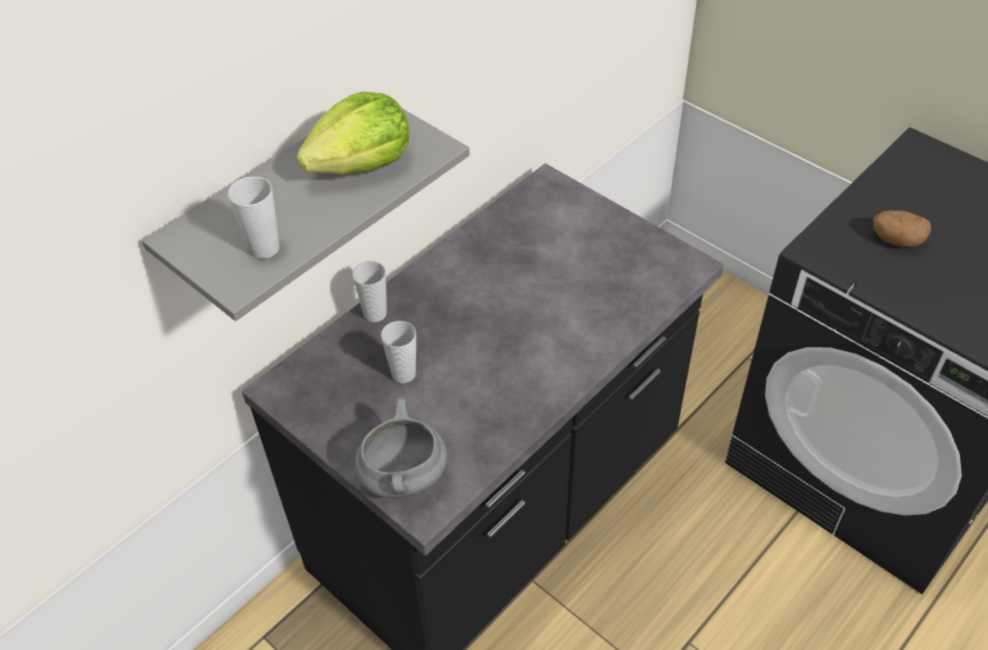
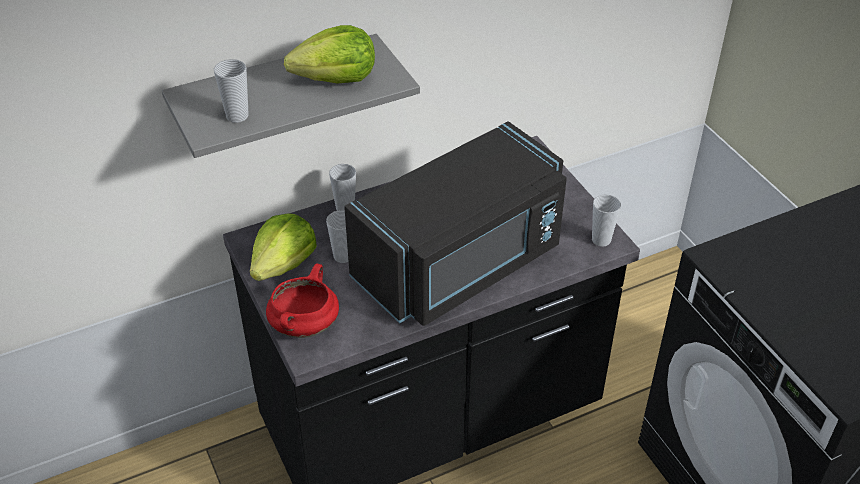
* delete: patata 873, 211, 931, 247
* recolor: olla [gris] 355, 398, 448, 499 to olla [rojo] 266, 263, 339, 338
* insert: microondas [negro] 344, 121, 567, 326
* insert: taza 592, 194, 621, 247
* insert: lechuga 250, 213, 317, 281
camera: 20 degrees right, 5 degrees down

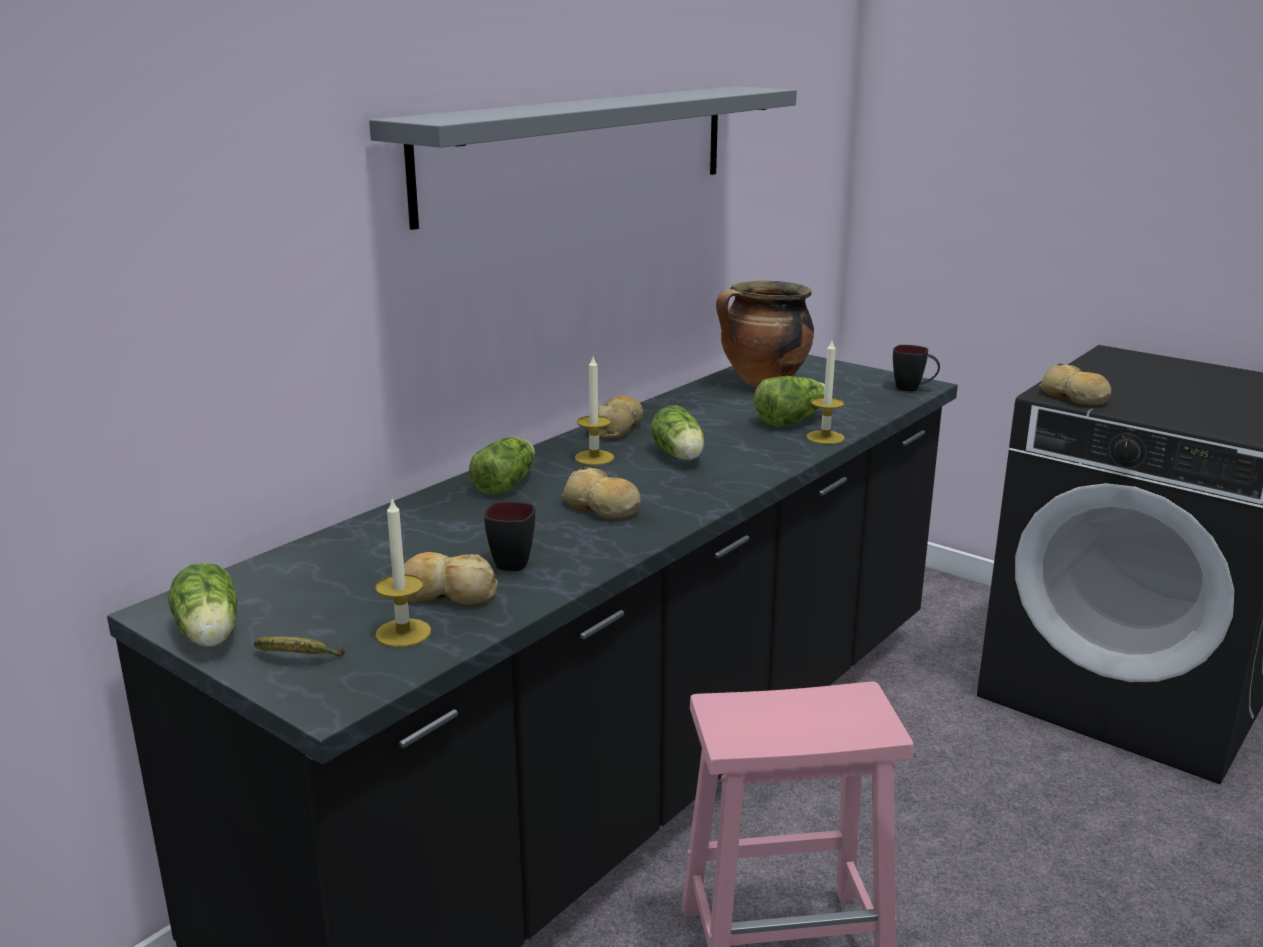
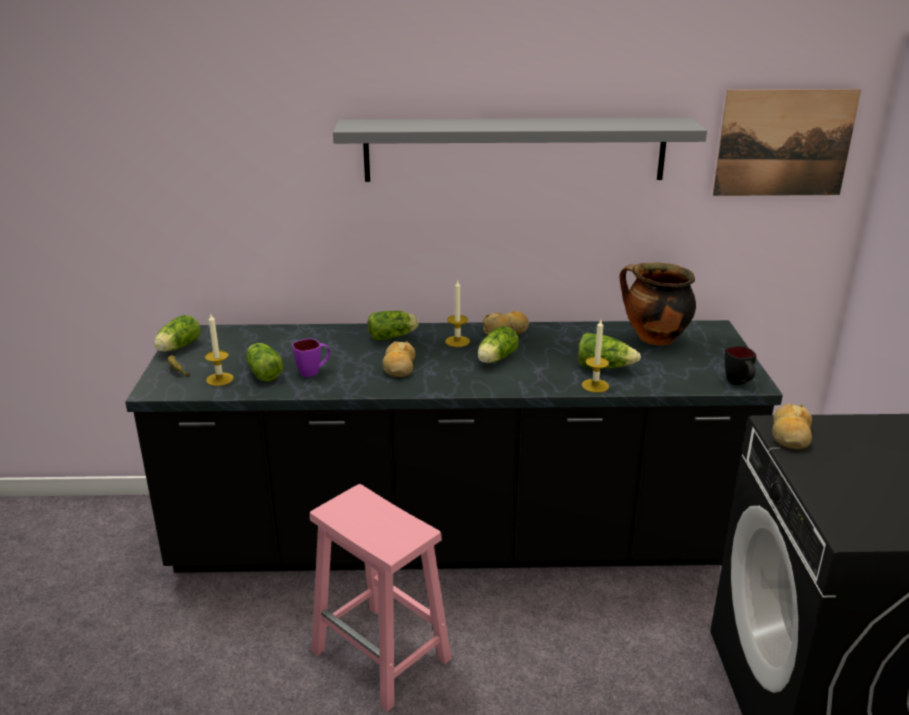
* recolor: taza grande [negro] 484, 501, 535, 571 to taza grande [morado] 292, 338, 330, 377
* replace: pan 404, 552, 498, 606 to lechuga 246, 343, 283, 381
* insert: cuadro 713, 89, 861, 196
camera: 50 degrees right, 5 degrees up

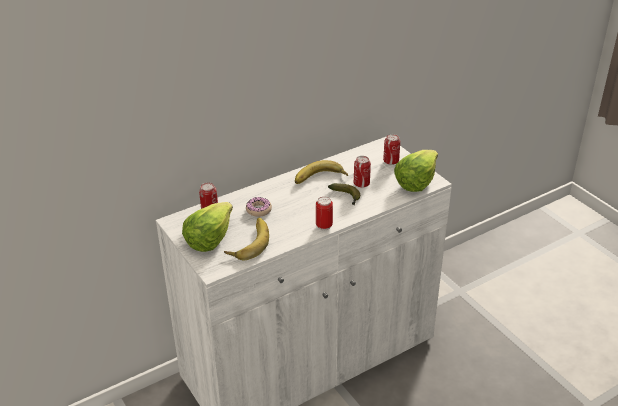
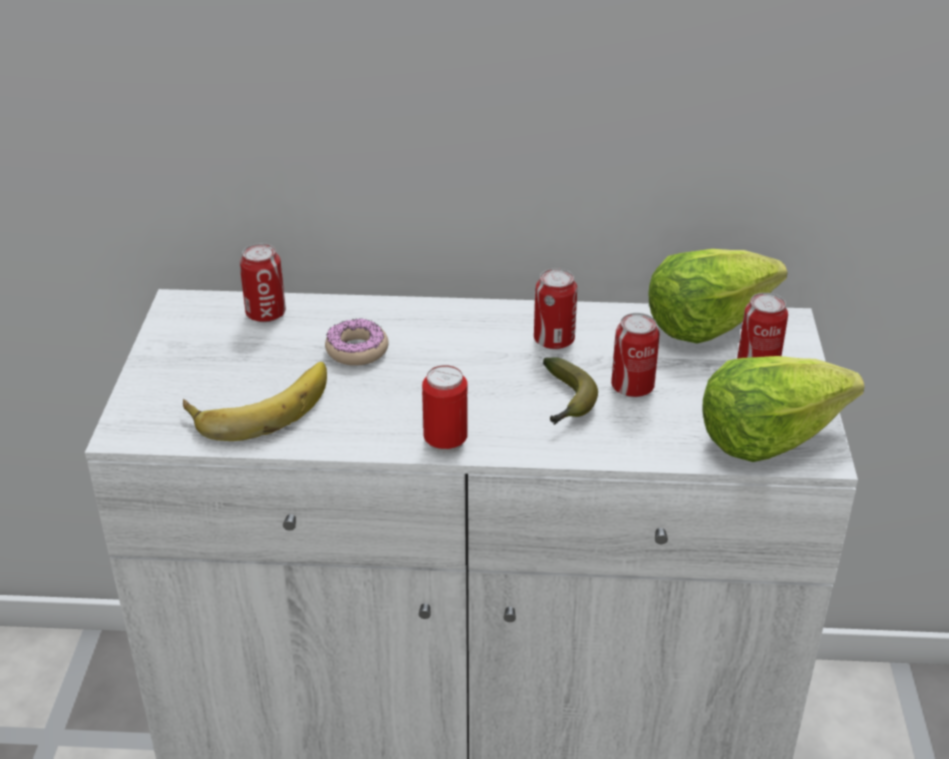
* replace: plátano 295, 160, 348, 184 to lata 534, 268, 577, 349
* move: lechuga 182, 202, 233, 252 to 649, 249, 787, 344
camera: 35 degrees right, 0 degrees up

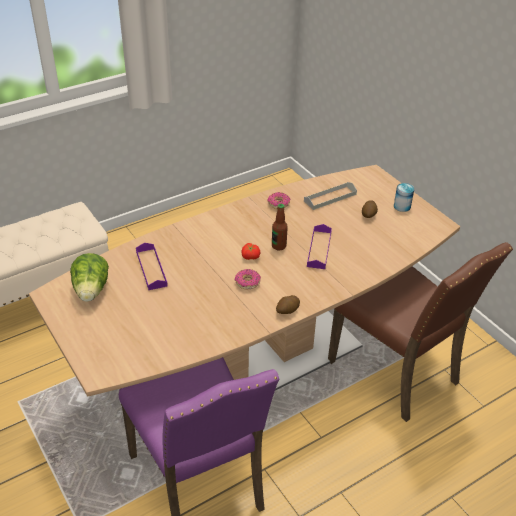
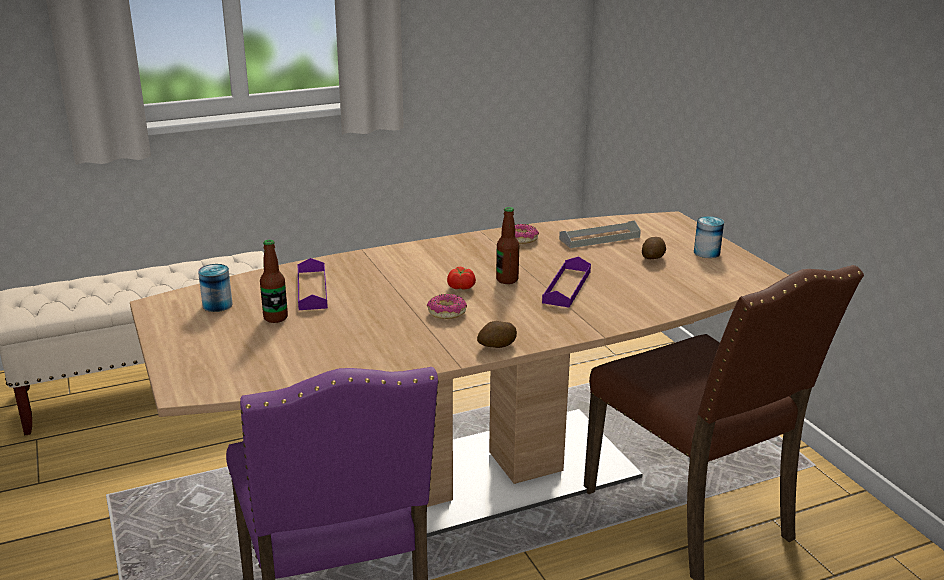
* replace: lechuga 70, 253, 109, 302 to lata 198, 264, 233, 312
* insert: botella 260, 240, 288, 323
camera: 10 degrees right, 15 degrees down

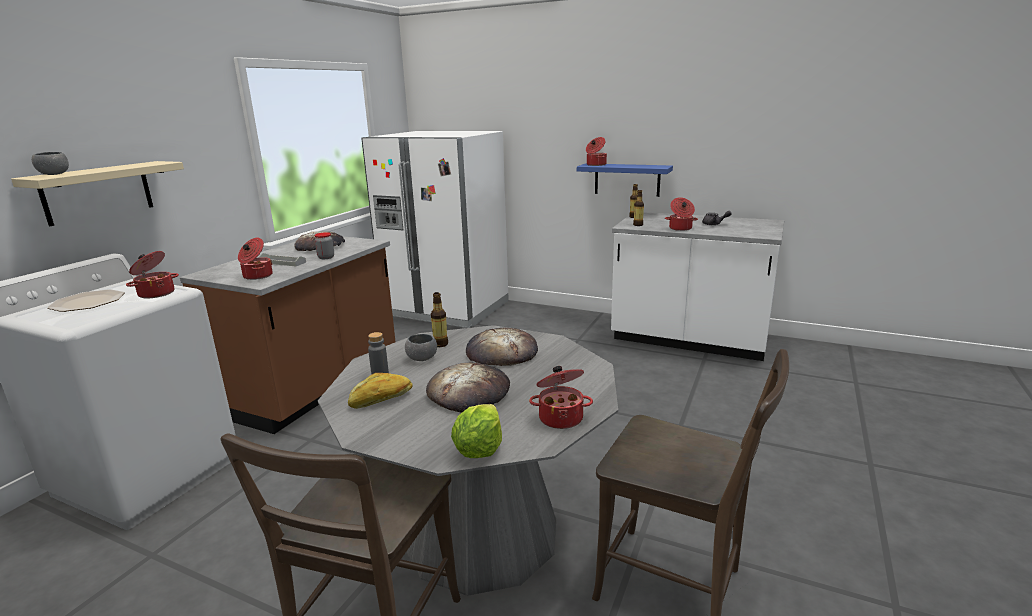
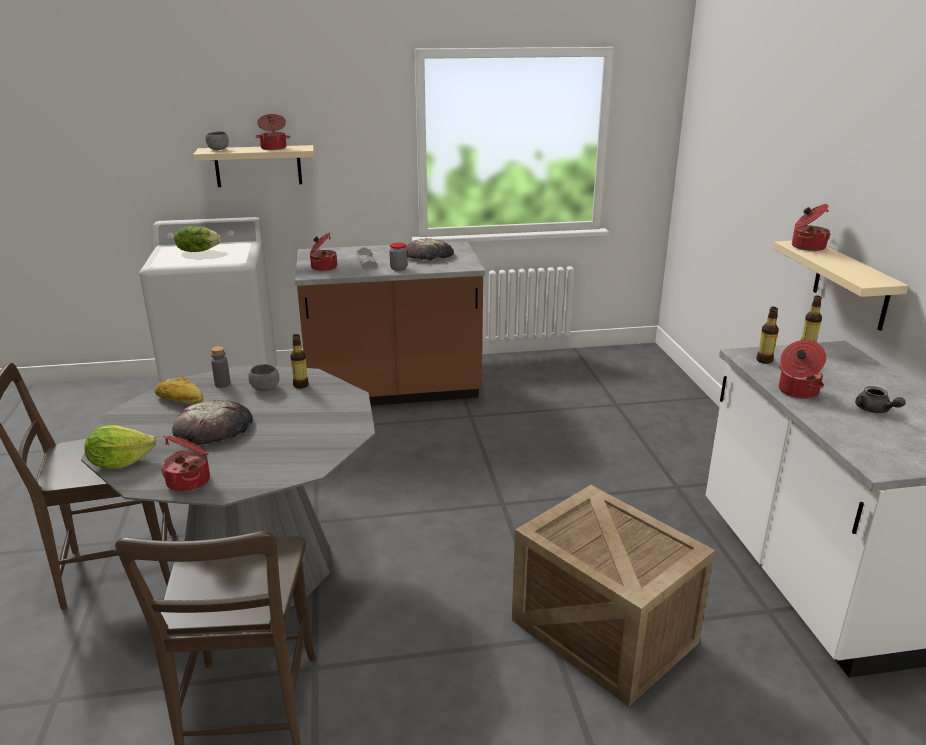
* delete: nevera [blanco] 361, 131, 509, 328
* recolor: estante [azul] 577, 163, 673, 197 to estante [beis] 773, 241, 908, 331
* move: olla 126, 251, 179, 298 to 255, 114, 290, 150
* replace: plato 47, 289, 125, 312 to lechuga 174, 226, 221, 252
* delete: pan 466, 328, 538, 366
* insert: caja de embalaje 512, 485, 715, 707
camera: 55 degrees right, 5 degrees up

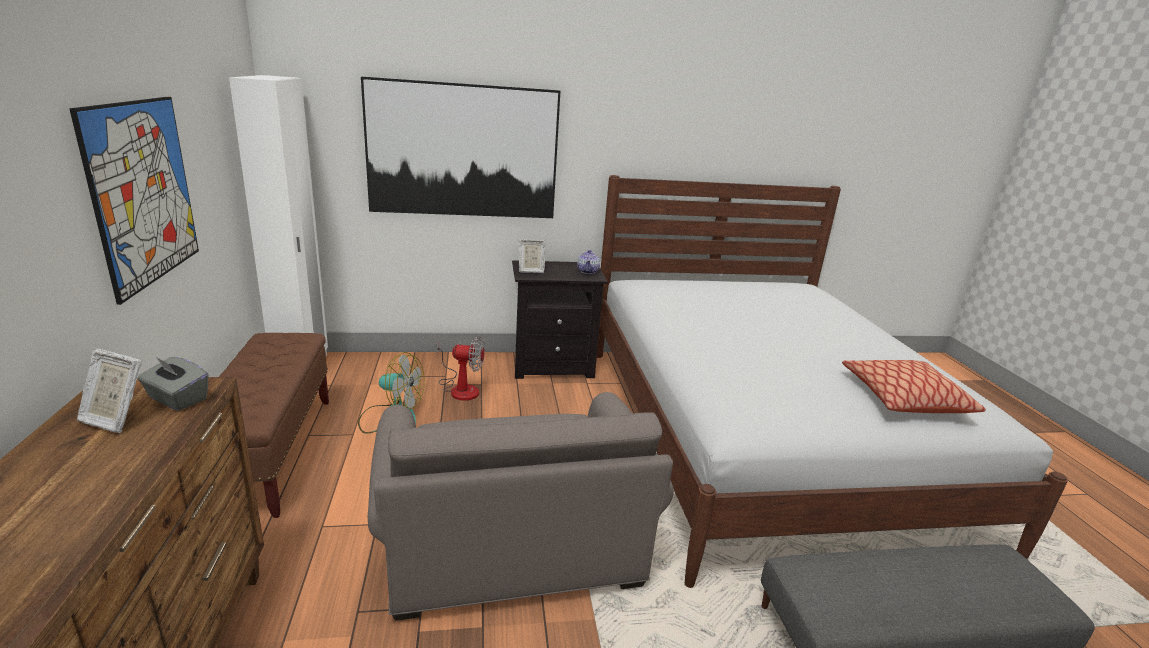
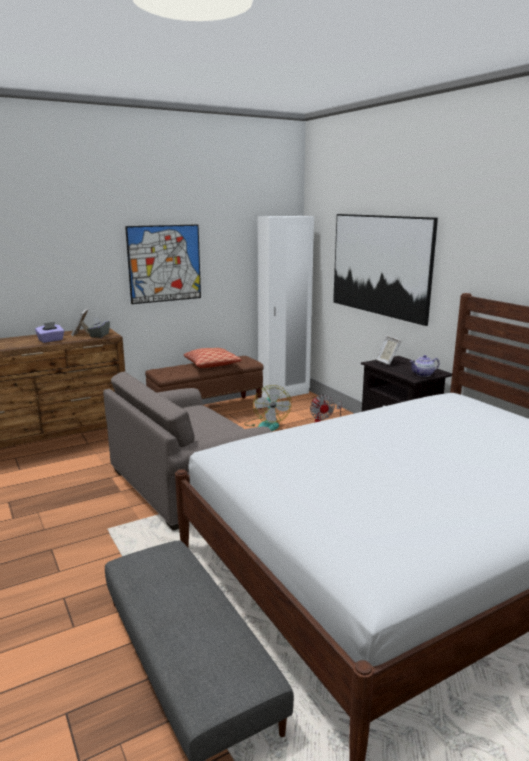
* move: cojín 842, 360, 986, 413 to 184, 348, 242, 368
* insert: caja de pañuelos [morado] 35, 322, 64, 343
camera: 70 degrees right, 5 degrees down

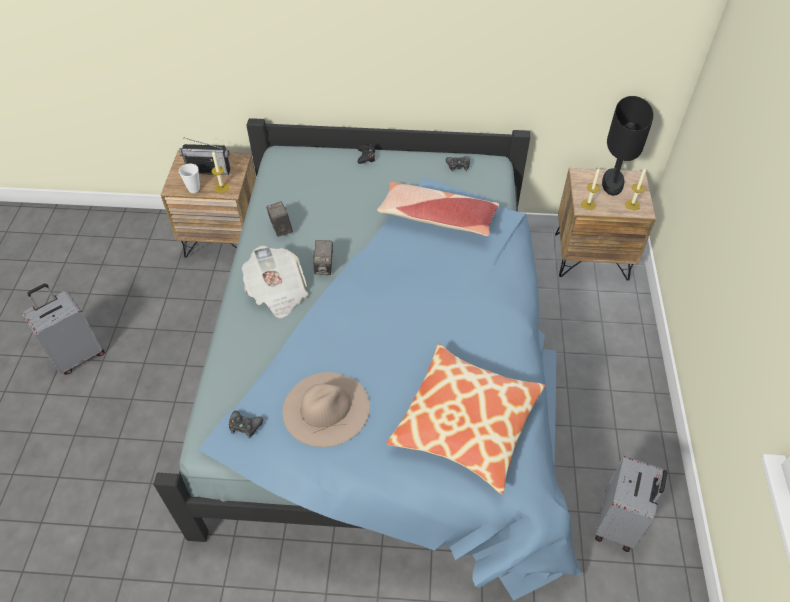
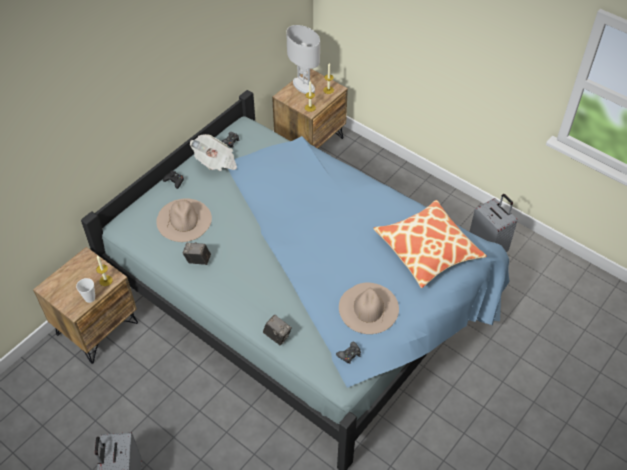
* recolor: lámpara de mesa [negro] 602, 96, 654, 196 to lámpara de mesa [blanco] 287, 25, 320, 94
* delete: radio 179, 137, 230, 175
* delete: cojín 377, 182, 499, 236
* move: cámara 312, 240, 333, 275 to 263, 315, 292, 345
* move: periódico 242, 245, 308, 318 to 190, 134, 237, 171
* insert: sombrero [beis] 156, 198, 212, 242
camera: 55 degrees left, 0 degrees up

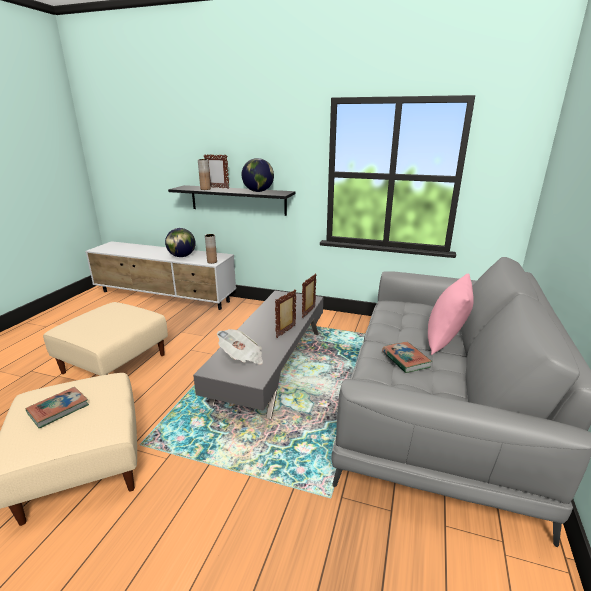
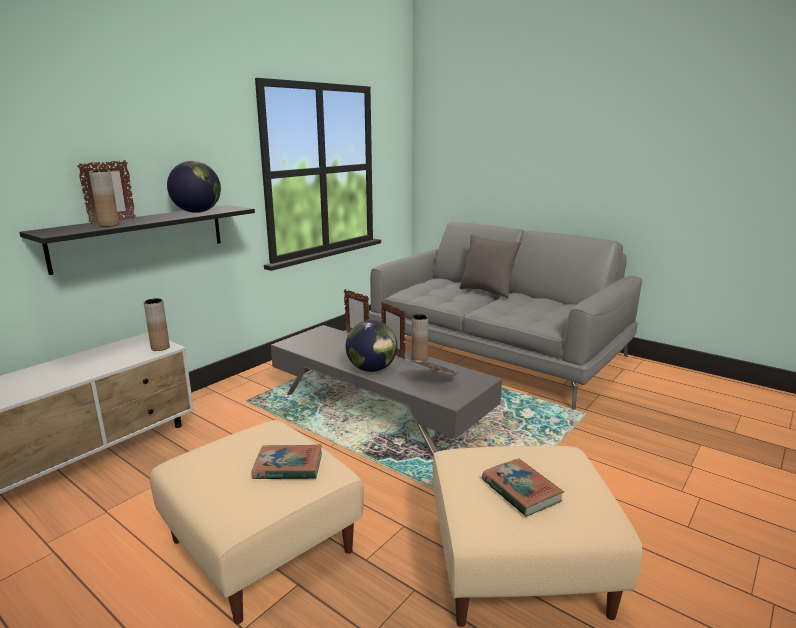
* move: globo terráqueo 165, 228, 196, 257 to 346, 320, 397, 372
* recolor: cojín [rosa] 428, 274, 474, 355 to cojín [gris] 460, 234, 521, 299
* move: libro 382, 342, 432, 373 to 252, 445, 322, 479
* insert: florero [marrón] 412, 314, 428, 362
camera: 70 degrees left, 5 degrees down

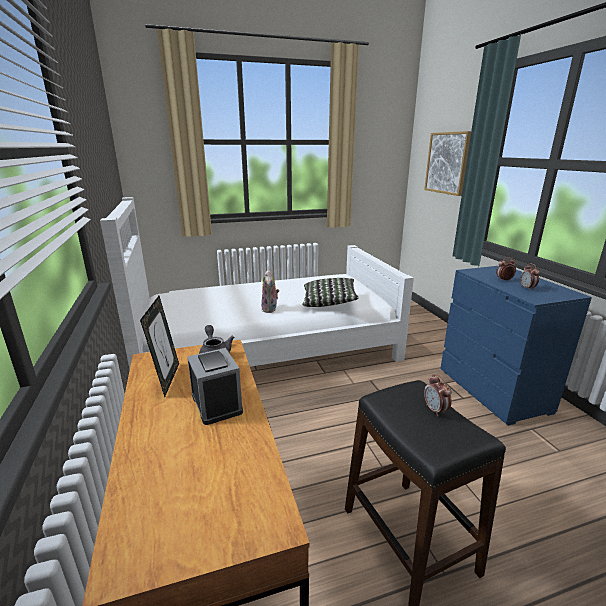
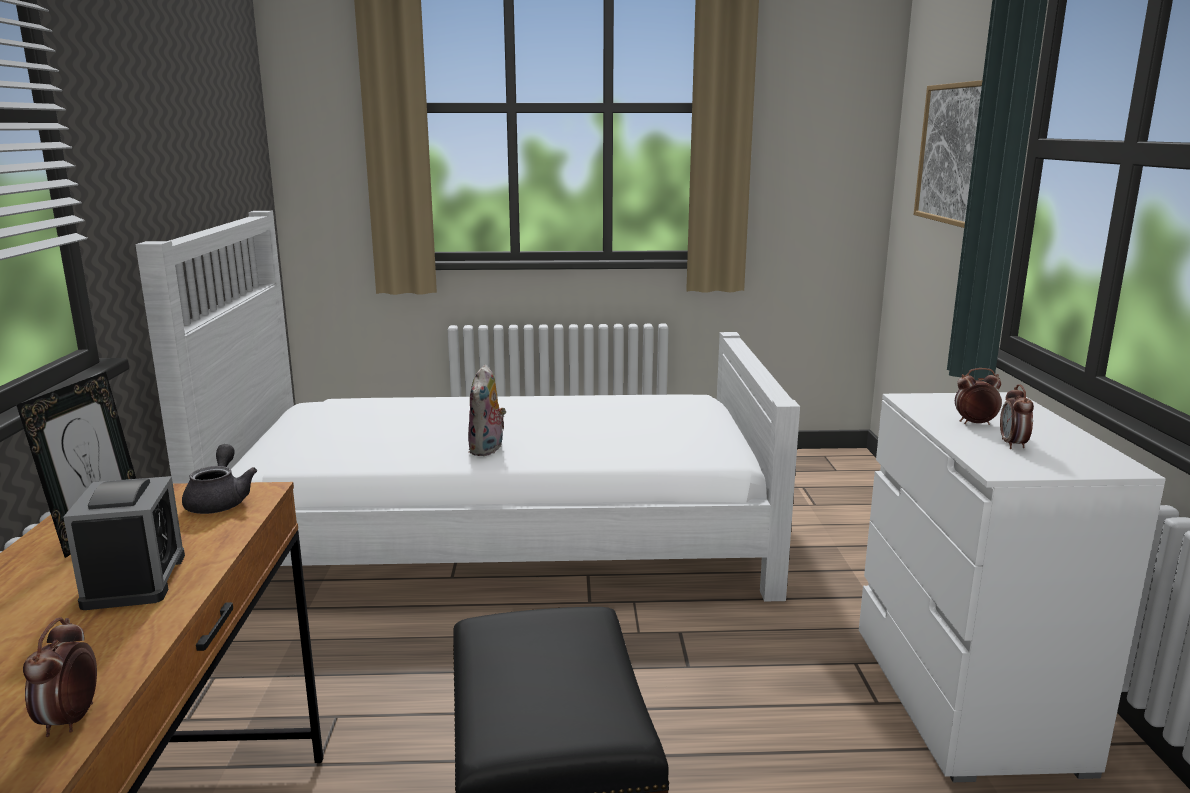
* recolor: cómoda [azul] 440, 266, 592, 426 to cómoda [blanco] 859, 392, 1166, 782
* delete: cojín 303, 278, 359, 307
* move: despertador 424, 374, 452, 416 to 23, 617, 97, 737
camera: 15 degrees right, 5 degrees down

